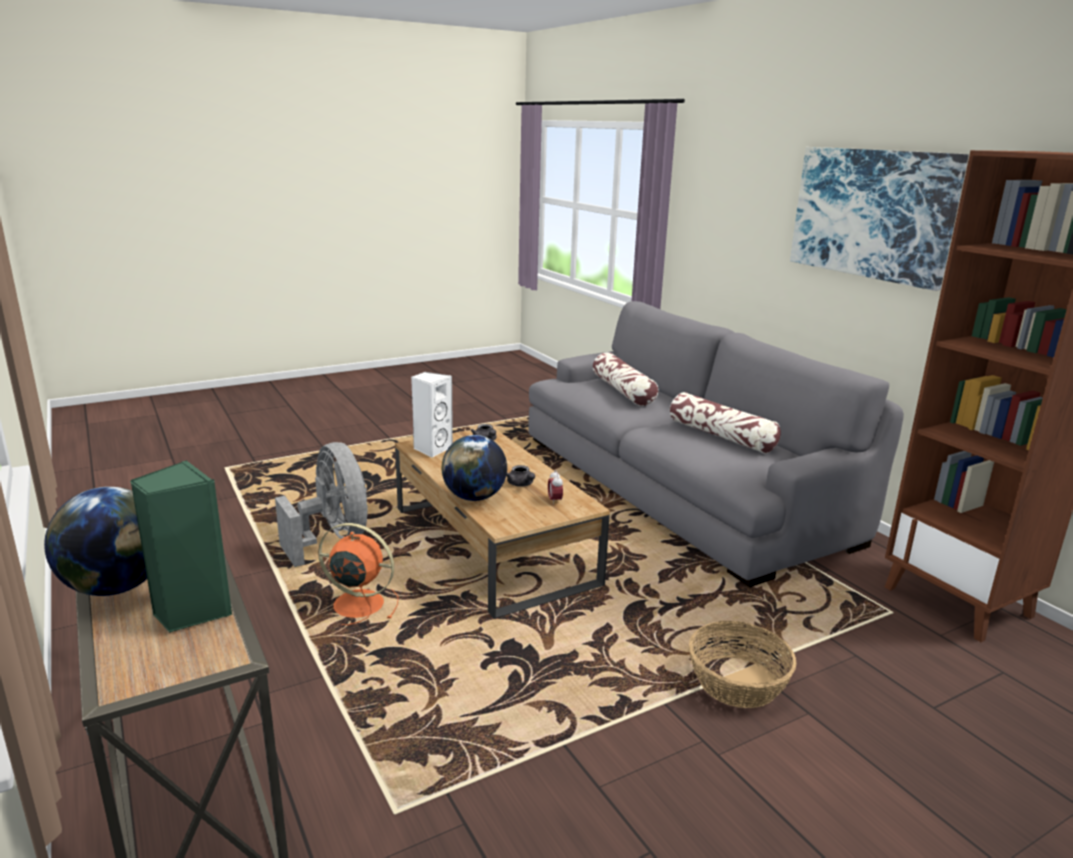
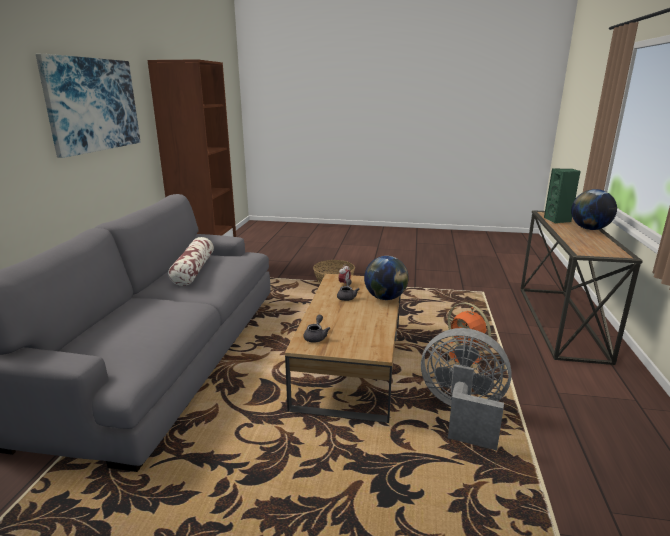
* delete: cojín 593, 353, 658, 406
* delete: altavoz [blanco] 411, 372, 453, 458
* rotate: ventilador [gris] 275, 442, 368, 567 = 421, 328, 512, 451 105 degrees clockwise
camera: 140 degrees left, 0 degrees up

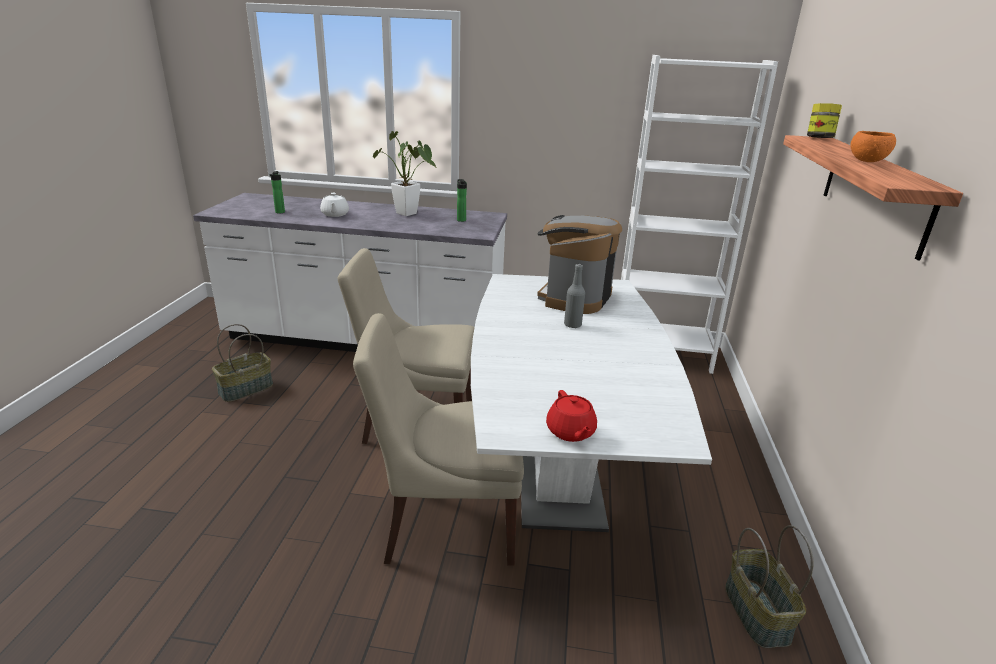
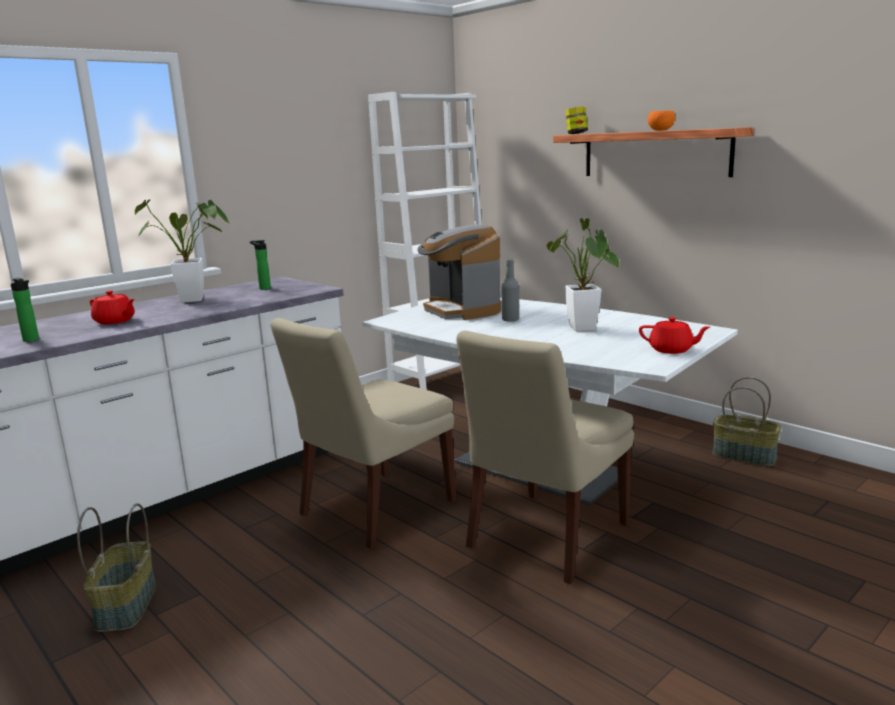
* recolor: tetera [blanco] 320, 193, 349, 217 to tetera [rojo] 90, 290, 135, 324
* insert: planta en maceta 547, 218, 619, 331
camera: 50 degrees left, 10 degrees down

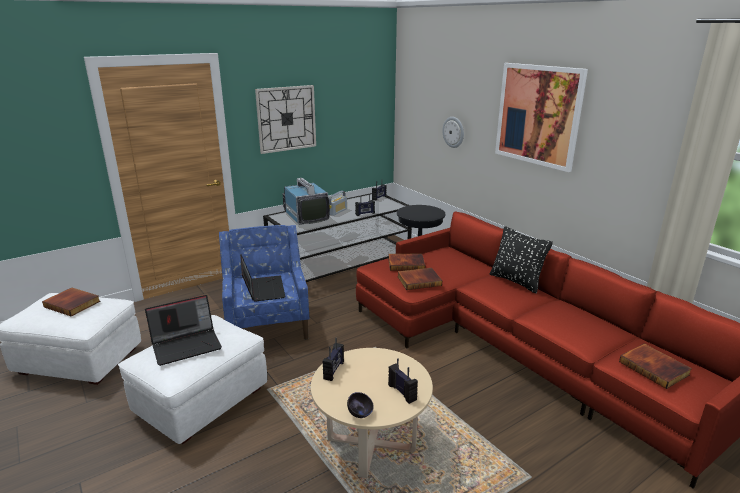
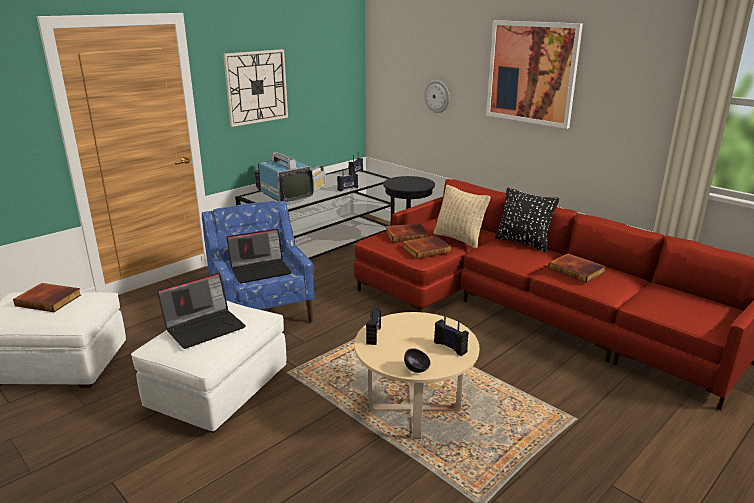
* rotate: portátil 240, 254, 285, 302 = 226, 228, 292, 283 90 degrees clockwise
* move: libro 619, 344, 692, 389 to 548, 253, 606, 283
* insert: cojín [beis] 433, 185, 491, 249
camera: 10 degrees left, 0 degrees up

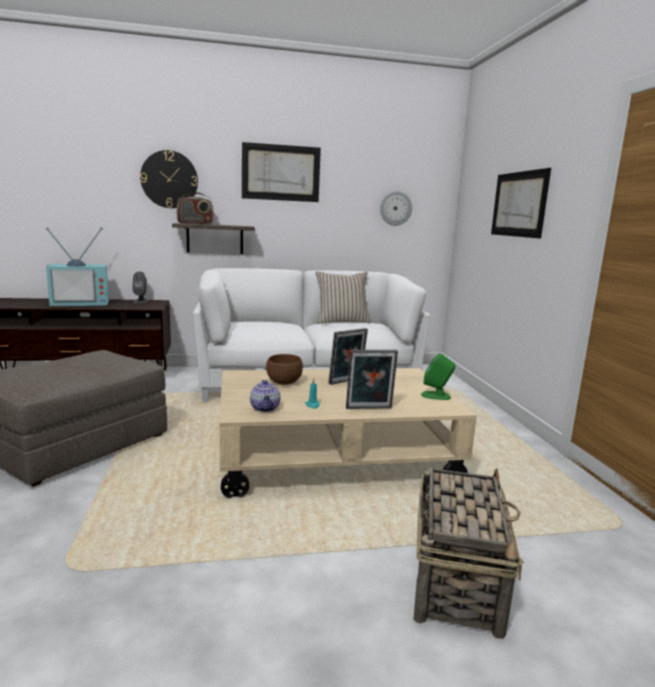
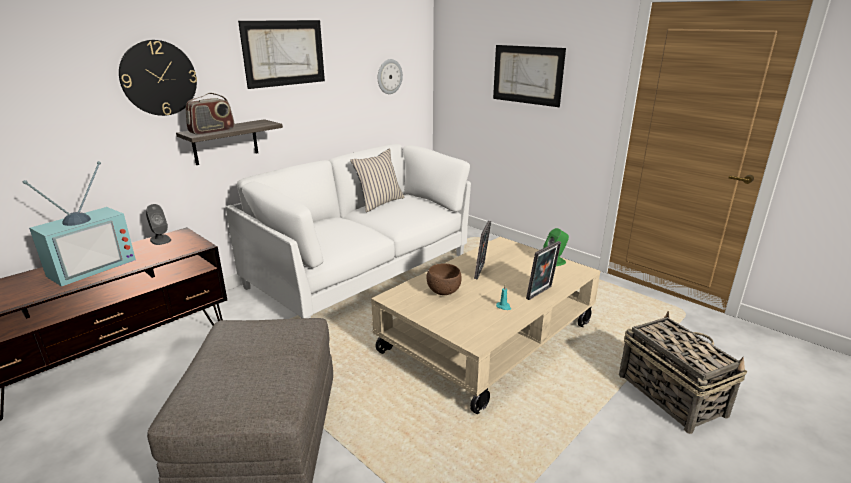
* delete: tetera 250, 380, 280, 412
camera: 35 degrees left, 10 degrees up

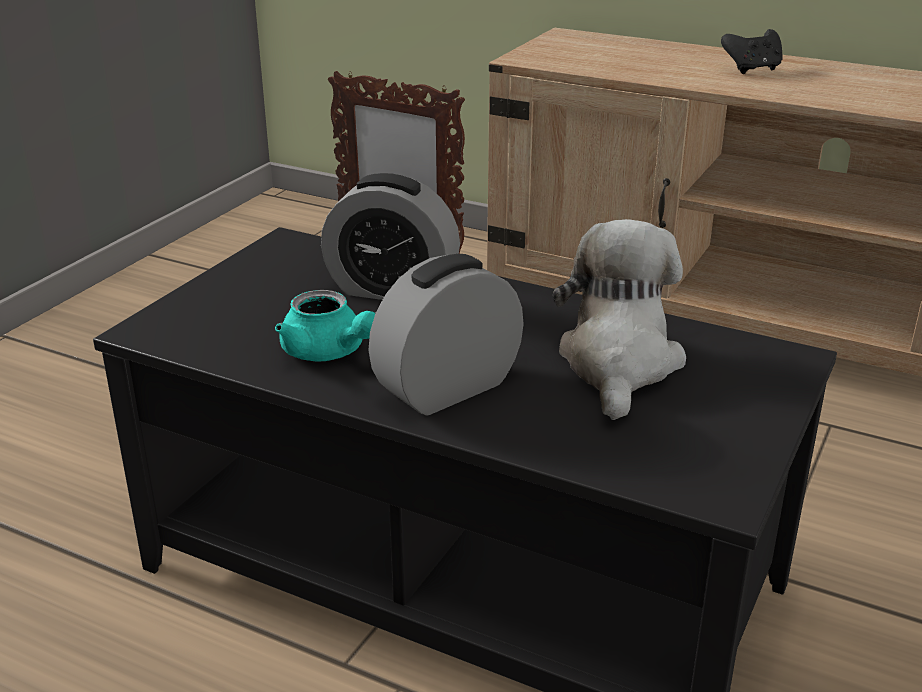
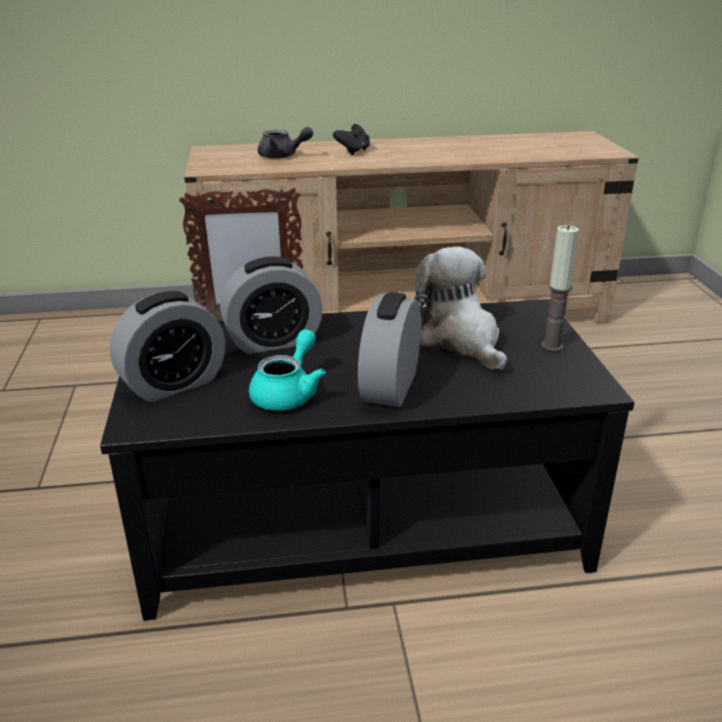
* rotate: tetera [turquesa] 275, 290, 375, 362 = 249, 329, 326, 411 75 degrees counterclockwise
* insert: tetera [gris] 258, 127, 313, 159
* insert: vela 541, 225, 579, 351
* insert: despertador 110, 291, 225, 402
camera: 35 degrees left, 0 degrees up

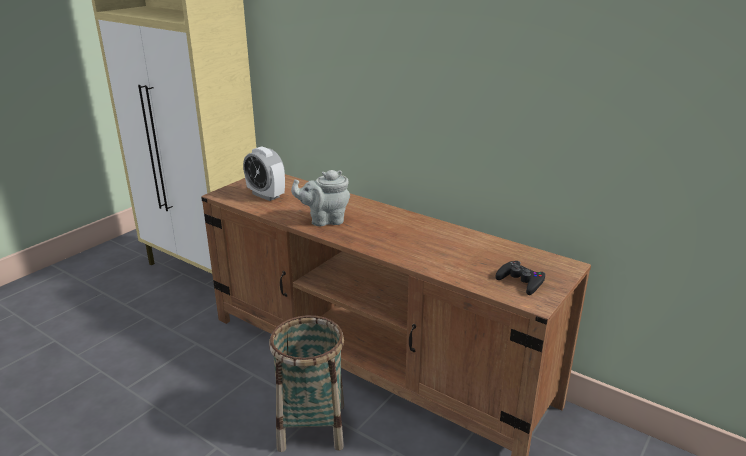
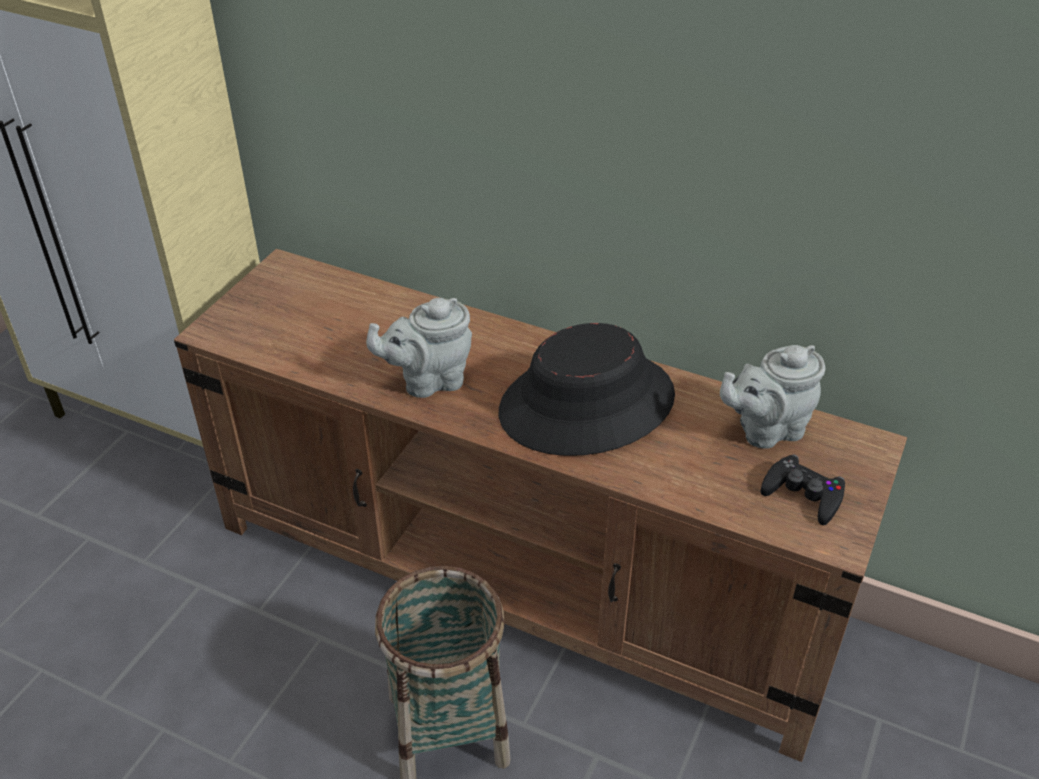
* delete: despertador 243, 146, 285, 201
* insert: sombrero [negro] 499, 323, 675, 456
* insert: tetera [gris] 720, 345, 826, 449
camera: 10 degrees left, 15 degrees up

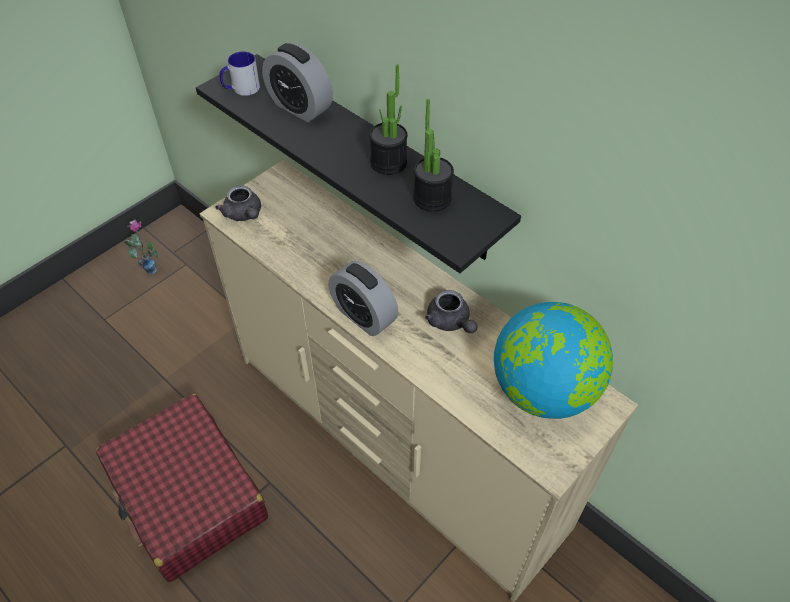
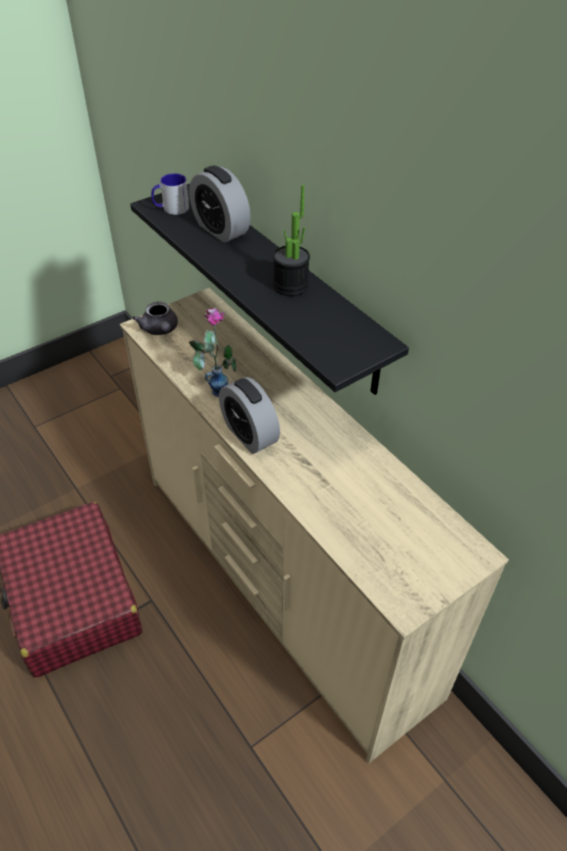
* delete: planta en maceta 413, 99, 454, 212
* move: florero 124, 220, 158, 275 to 189, 308, 236, 397
* delete: tetera [gris] 425, 290, 477, 333
* delete: globo terráqueo 494, 302, 613, 419
camera: 10 degrees right, 5 degrees down

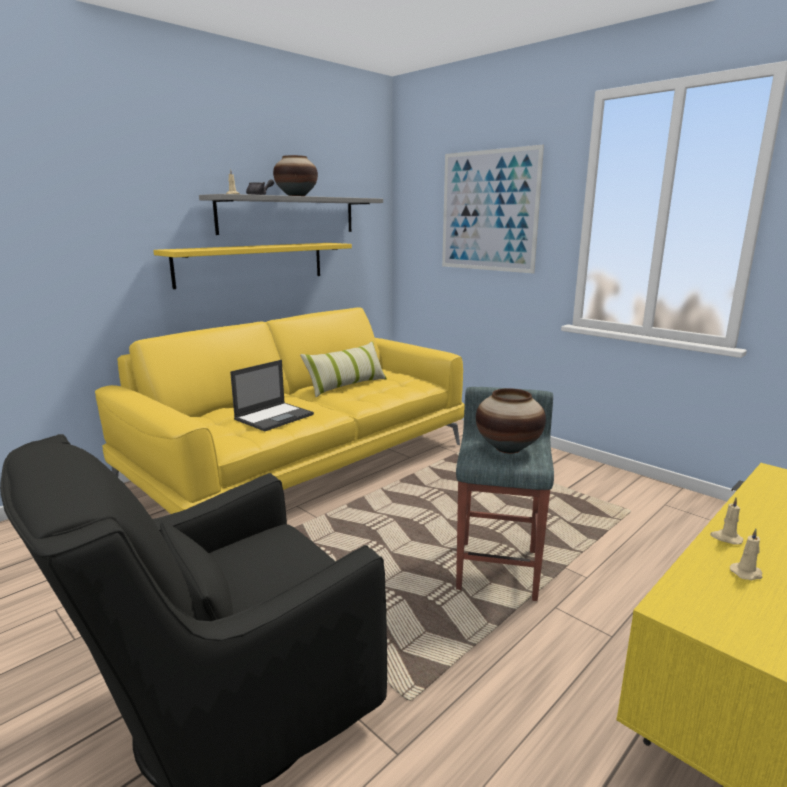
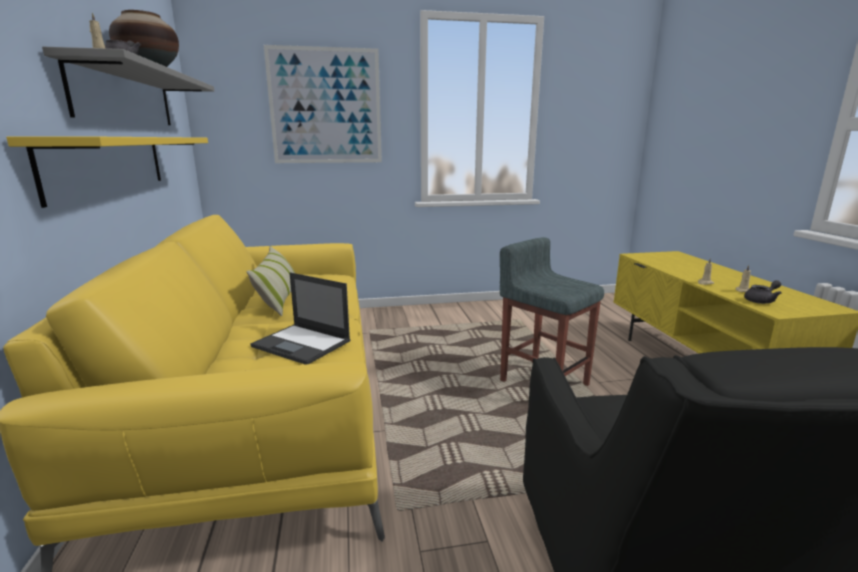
* rotate: portátil 230, 360, 314, 431 = 250, 272, 350, 365 135 degrees clockwise
* delete: florero 476, 388, 546, 453
* insert: tetera [gris] 744, 280, 782, 304
camera: 55 degrees left, 0 degrees up

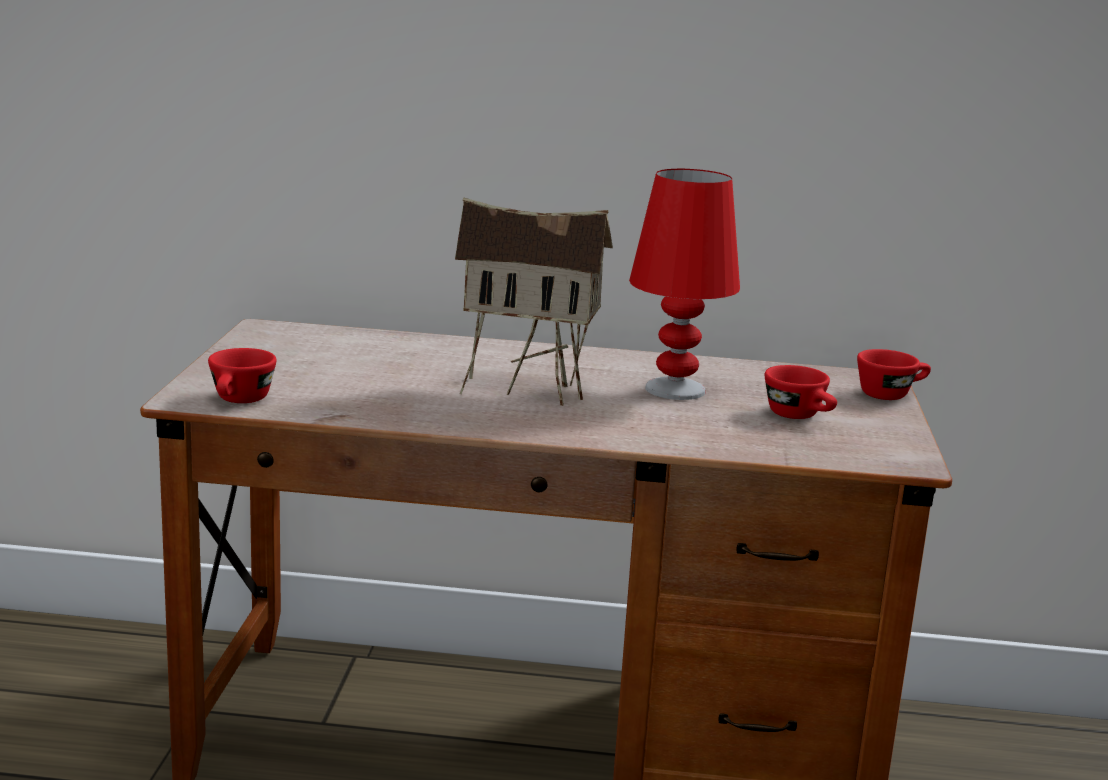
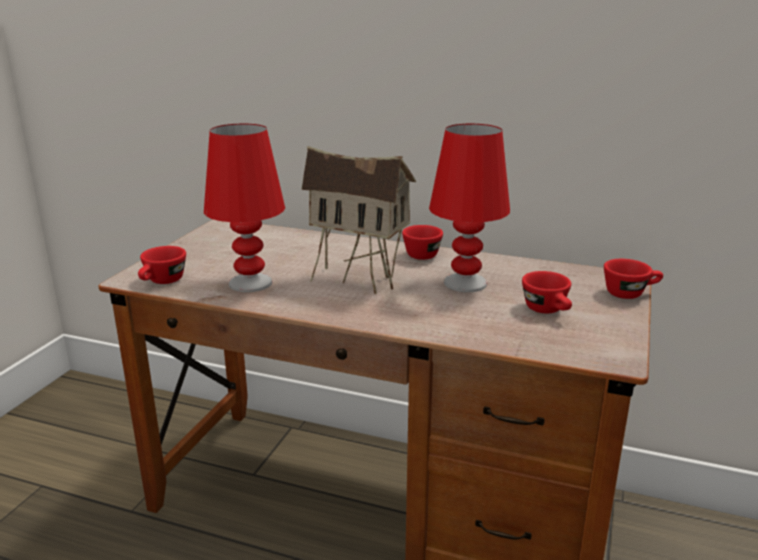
* insert: lámpara de mesa [rojo] 204, 124, 285, 292
* insert: taza [rojo] 402, 225, 443, 260
camera: 15 degrees right, 5 degrees up

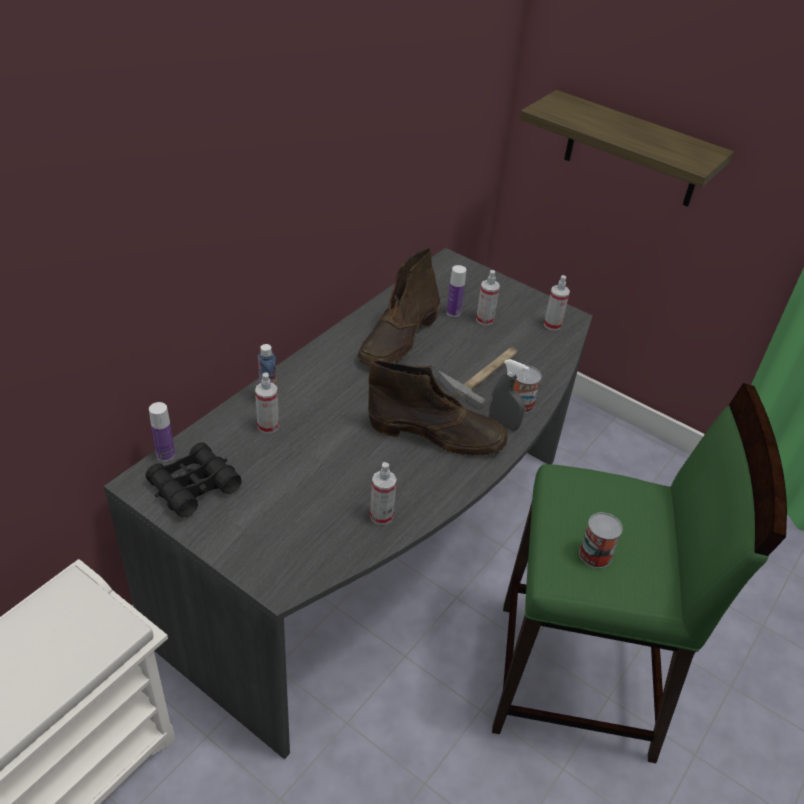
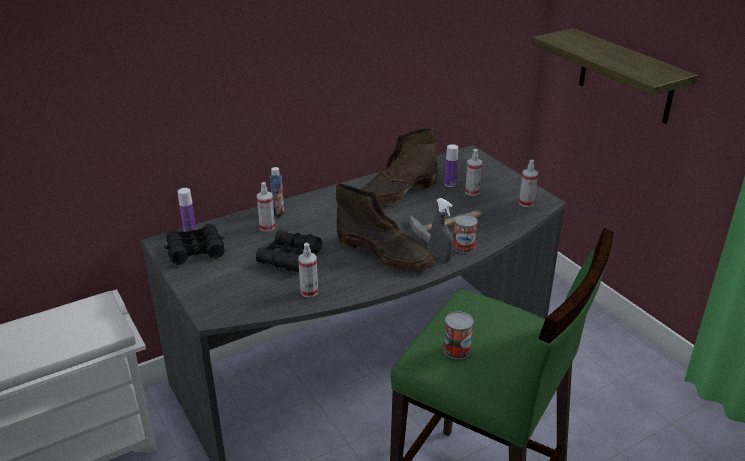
* insert: prismáticos [negro] 256, 230, 322, 272
camera: 25 degrees right, 10 degrees down

